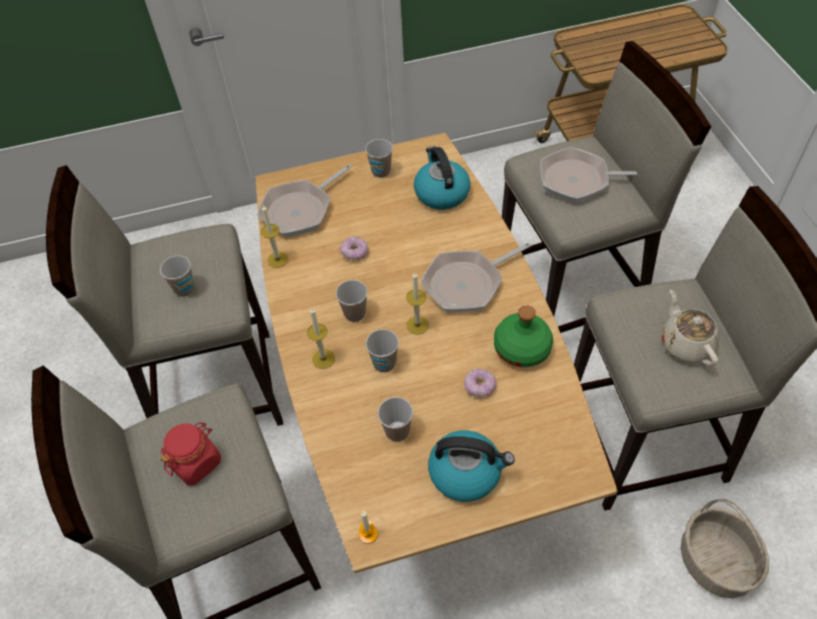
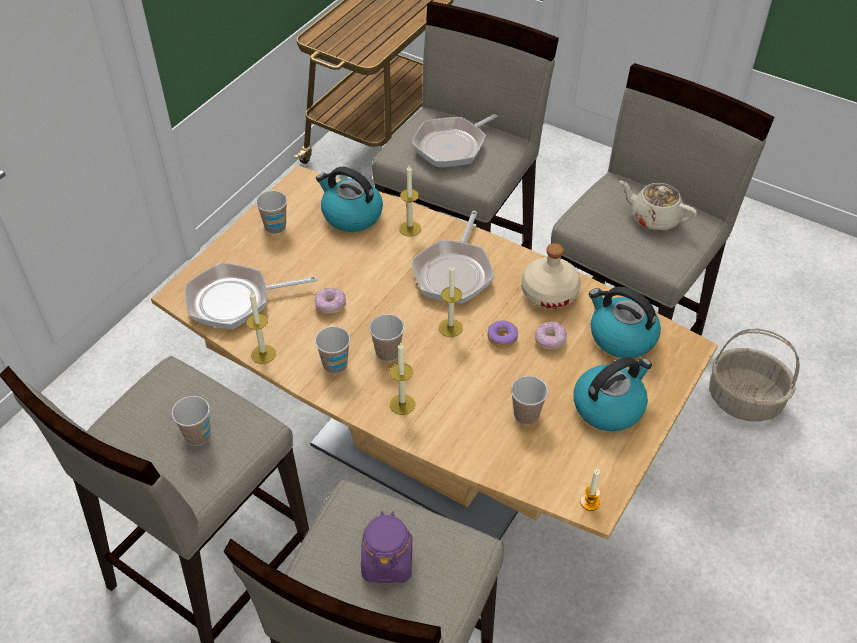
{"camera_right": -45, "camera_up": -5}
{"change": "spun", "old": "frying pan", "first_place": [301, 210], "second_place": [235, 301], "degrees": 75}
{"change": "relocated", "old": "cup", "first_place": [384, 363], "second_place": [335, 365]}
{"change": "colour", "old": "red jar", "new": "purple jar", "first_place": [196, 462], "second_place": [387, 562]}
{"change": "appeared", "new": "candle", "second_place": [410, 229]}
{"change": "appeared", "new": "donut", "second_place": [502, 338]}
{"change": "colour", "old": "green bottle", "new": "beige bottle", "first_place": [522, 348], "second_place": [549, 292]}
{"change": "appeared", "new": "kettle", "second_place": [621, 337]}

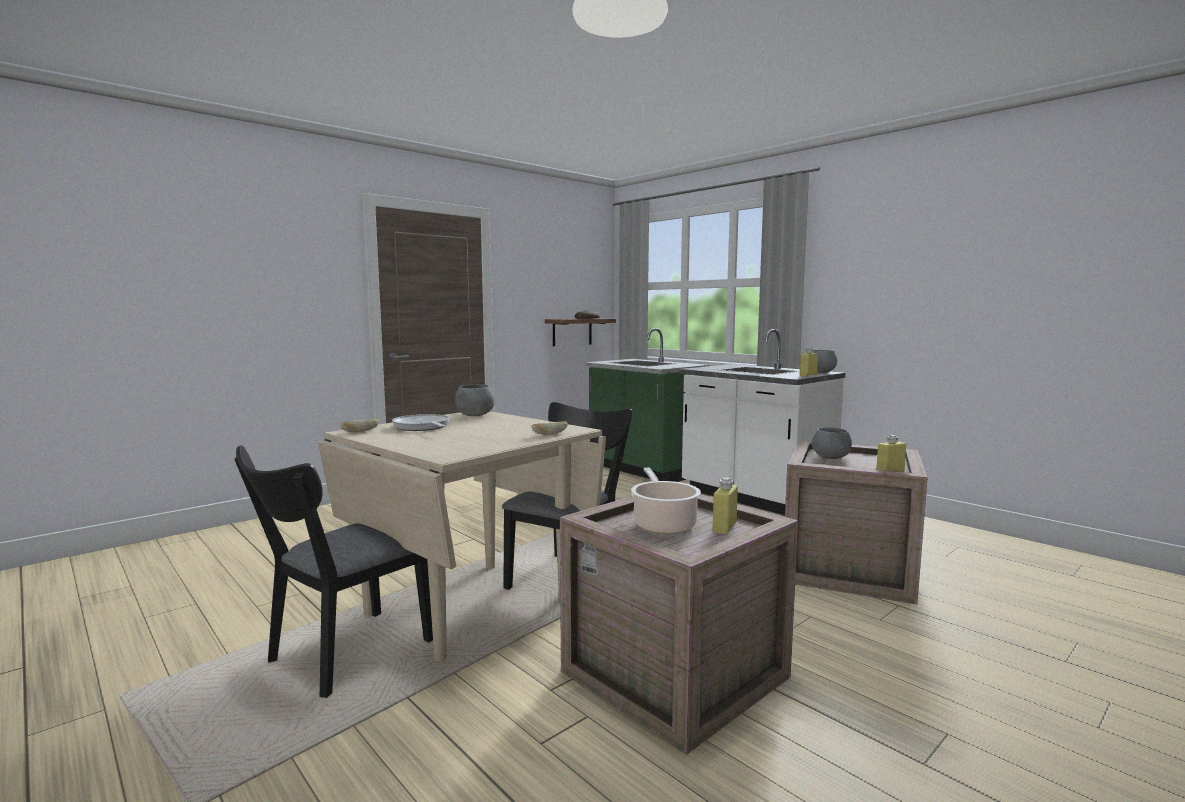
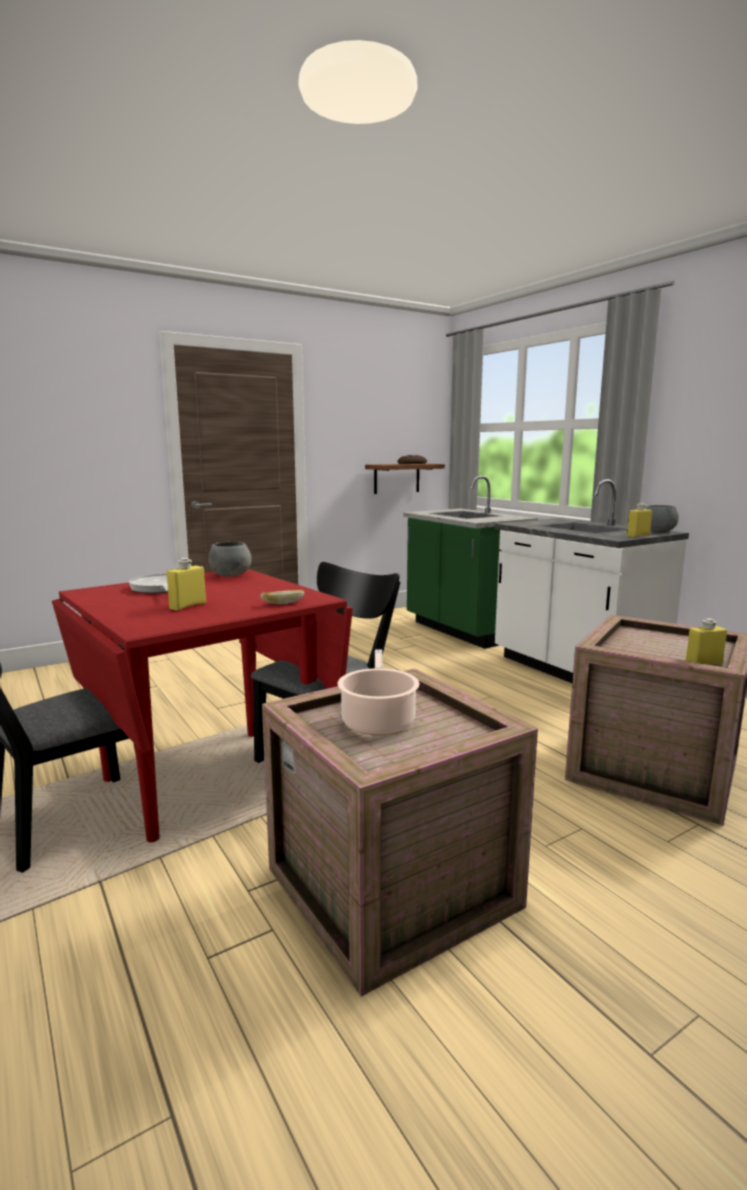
{"camera_right": 10, "camera_up": 5}
{"change": "colour", "old": "beige dining table", "new": "red dining table", "first_place": [470, 607], "second_place": [211, 780]}
{"change": "relocated", "old": "yellow bottle", "first_place": [724, 527], "second_place": [188, 606]}
{"change": "missing", "old": "bread", "first_place": [359, 431]}
{"change": "missing", "old": "grey bowl", "first_place": [831, 457]}

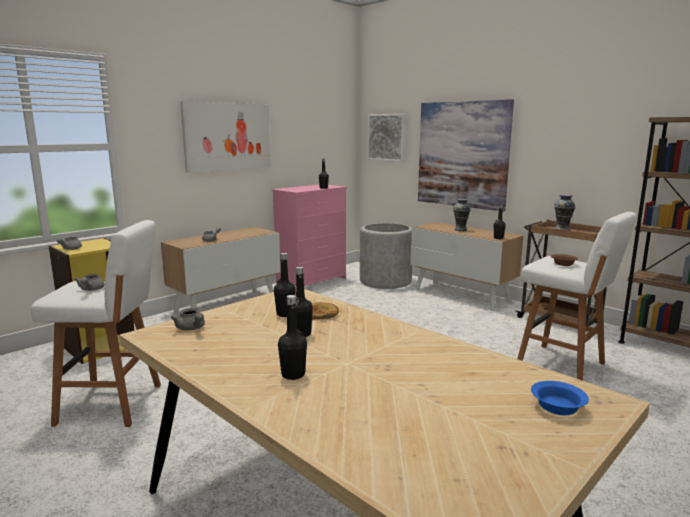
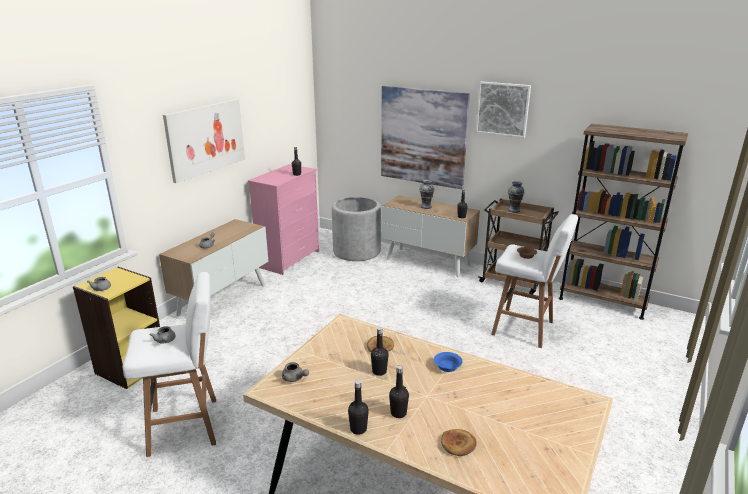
{"camera_right": -15, "camera_up": 10}
{"change": "relocated", "old": "black bottle", "first_place": [285, 314], "second_place": [358, 429]}
{"change": "relocated", "old": "blue bowl", "first_place": [556, 407], "second_place": [447, 367]}
{"change": "appeared", "new": "bread", "second_place": [458, 444]}
{"change": "relocated", "old": "picture", "first_place": [386, 137], "second_place": [502, 109]}

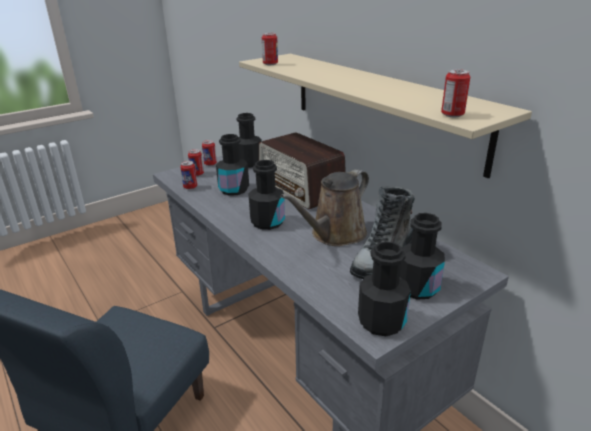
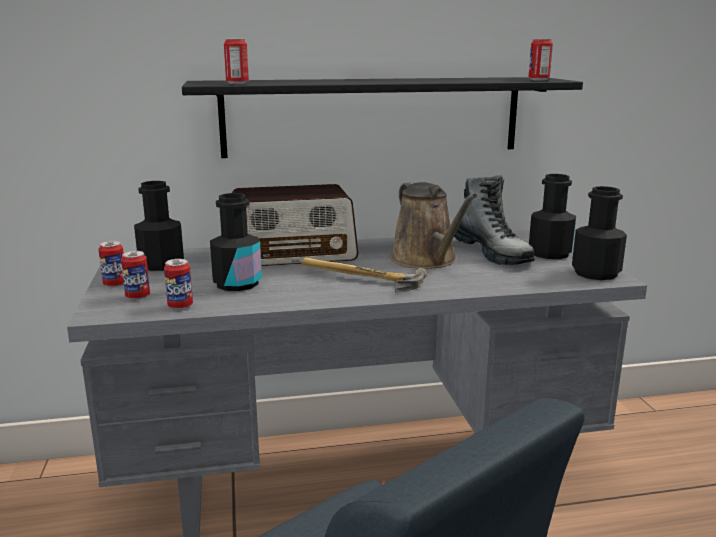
{"camera_right": -65, "camera_up": -10}
{"change": "colour", "old": "beige shelf", "new": "black shelf", "first_place": [381, 107], "second_place": [373, 116]}
{"change": "exchanged", "old": "black bottle", "new": "hammer", "first_place": [267, 222], "second_place": [360, 281]}

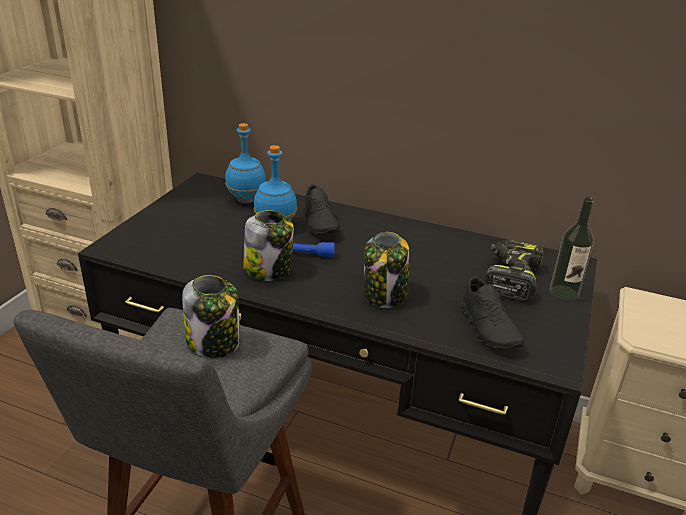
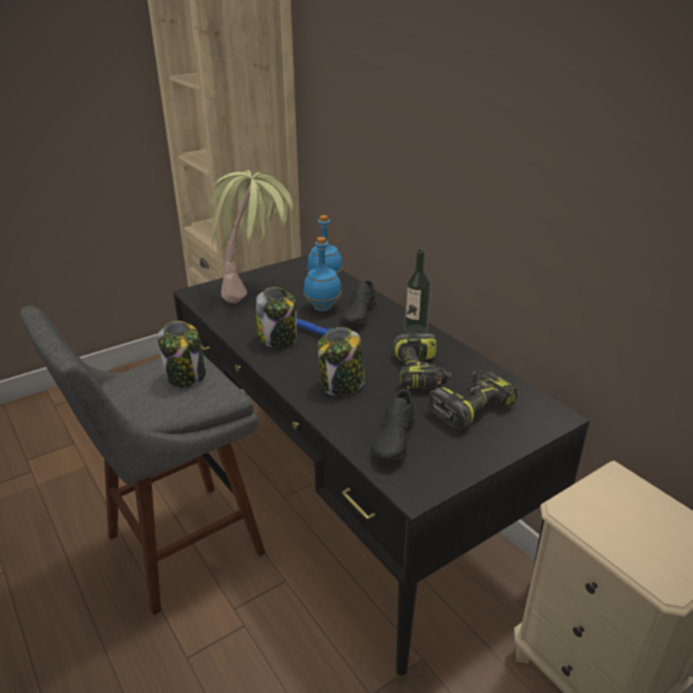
{"camera_right": 35, "camera_up": 0}
{"change": "appeared", "new": "potted plant", "second_place": [256, 291]}
{"change": "appeared", "new": "power drill", "second_place": [420, 373]}
{"change": "relocated", "old": "bottle", "first_place": [564, 293], "second_place": [415, 330]}

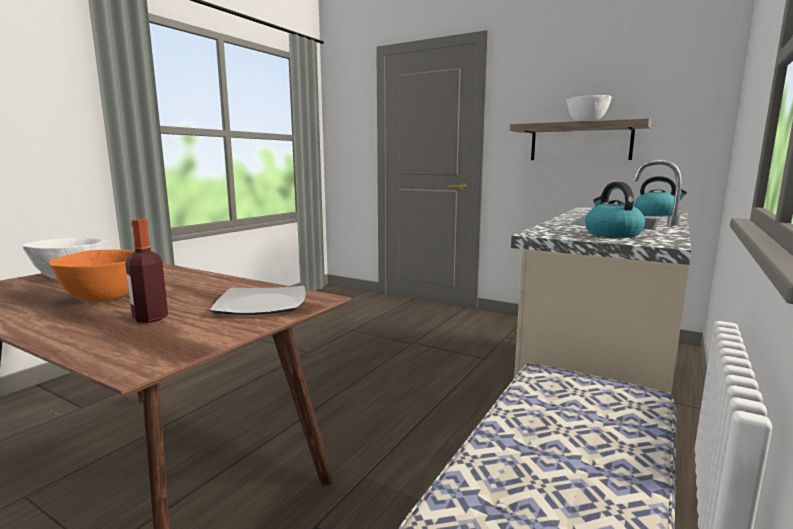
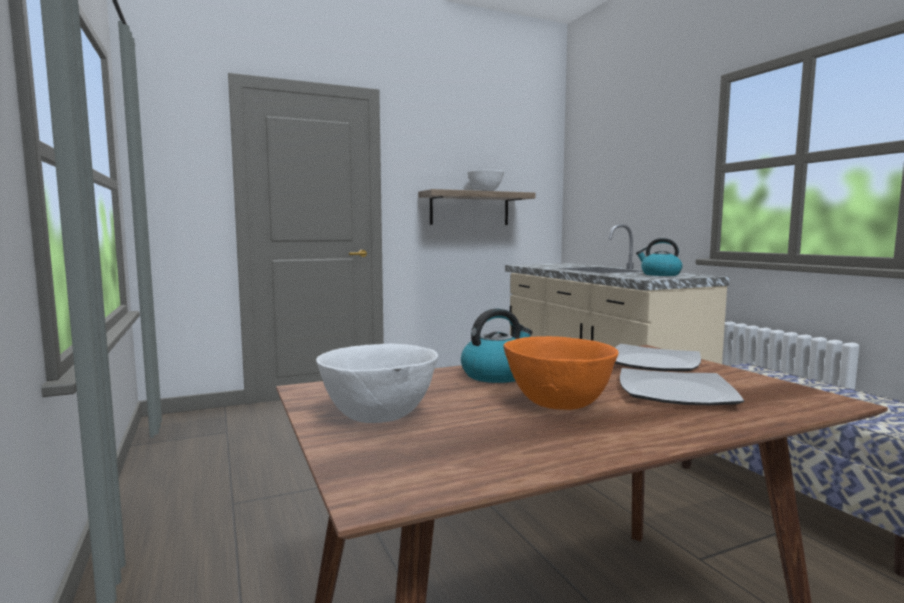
{"camera_right": -55, "camera_up": -5}
{"change": "relocated", "old": "kettle", "first_place": [656, 214], "second_place": [496, 375]}
{"change": "exchanged", "old": "bottle", "new": "plate", "first_place": [150, 318], "second_place": [676, 392]}

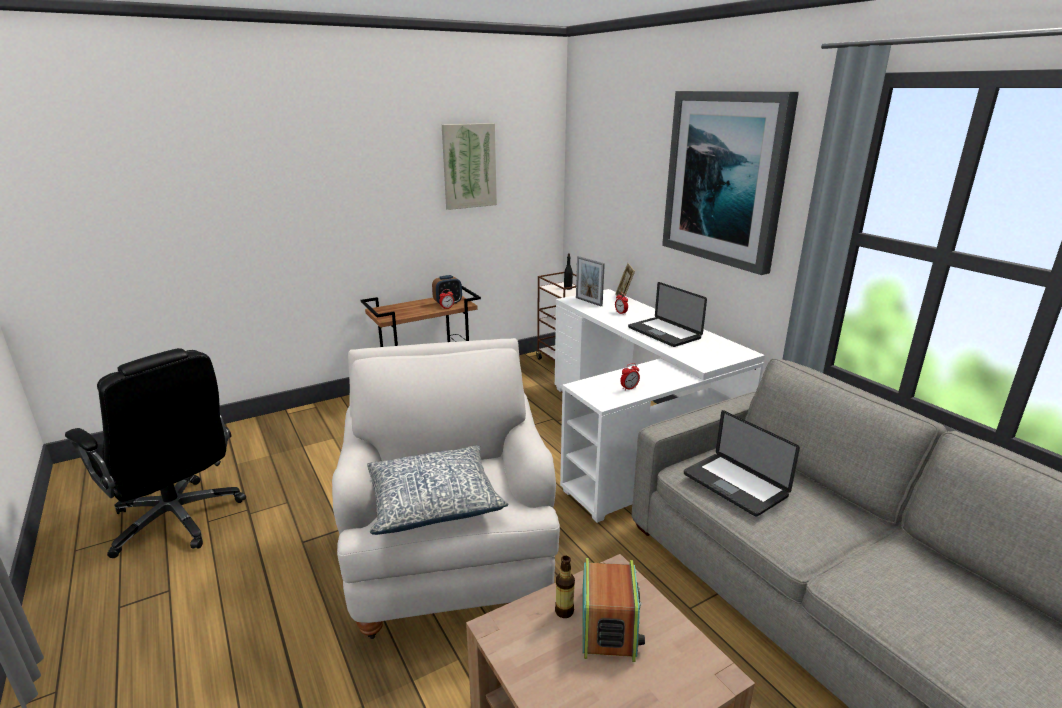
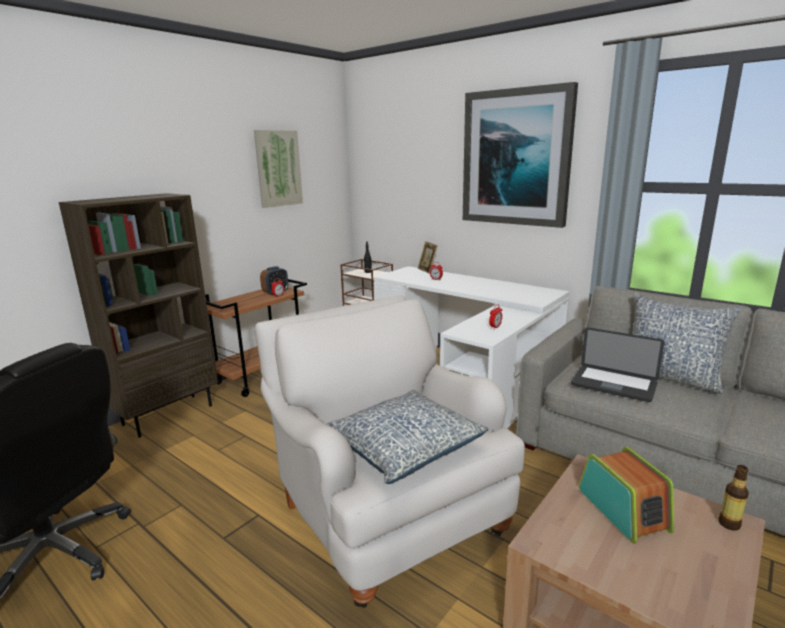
{"camera_right": -20, "camera_up": -5}
{"change": "appeared", "new": "brown bookcase", "second_place": [168, 414]}
{"change": "appeared", "new": "pillow", "second_place": [669, 377]}
{"change": "relocated", "old": "bottle", "first_place": [564, 611], "second_place": [729, 524]}
{"change": "missing", "old": "picture frame", "first_place": [588, 301]}
{"change": "missing", "old": "laptop", "first_place": [664, 333]}

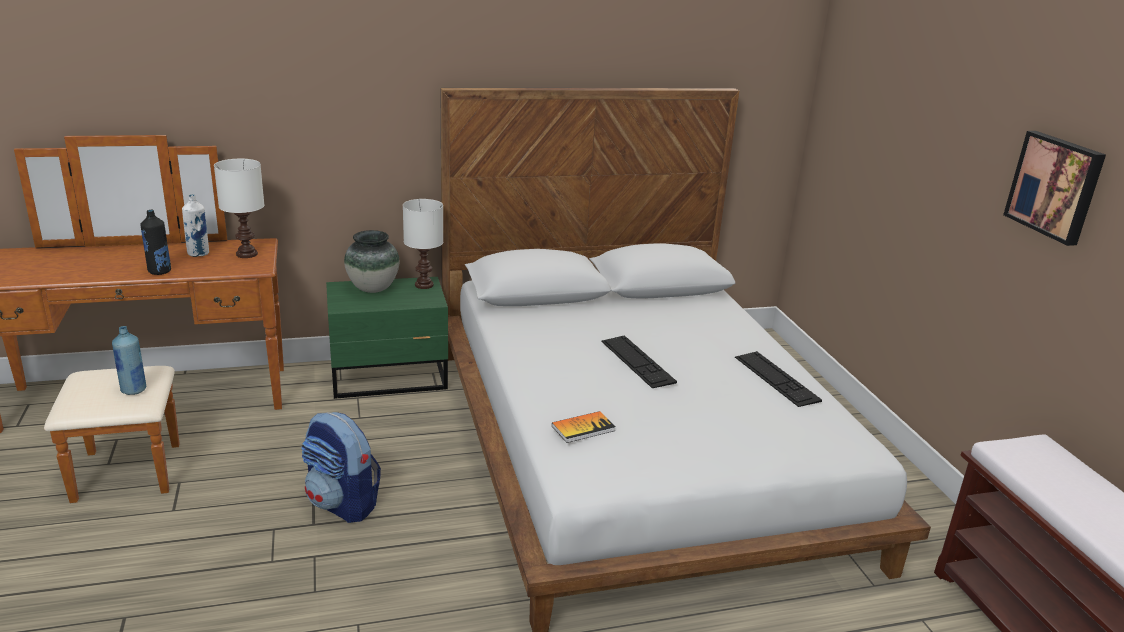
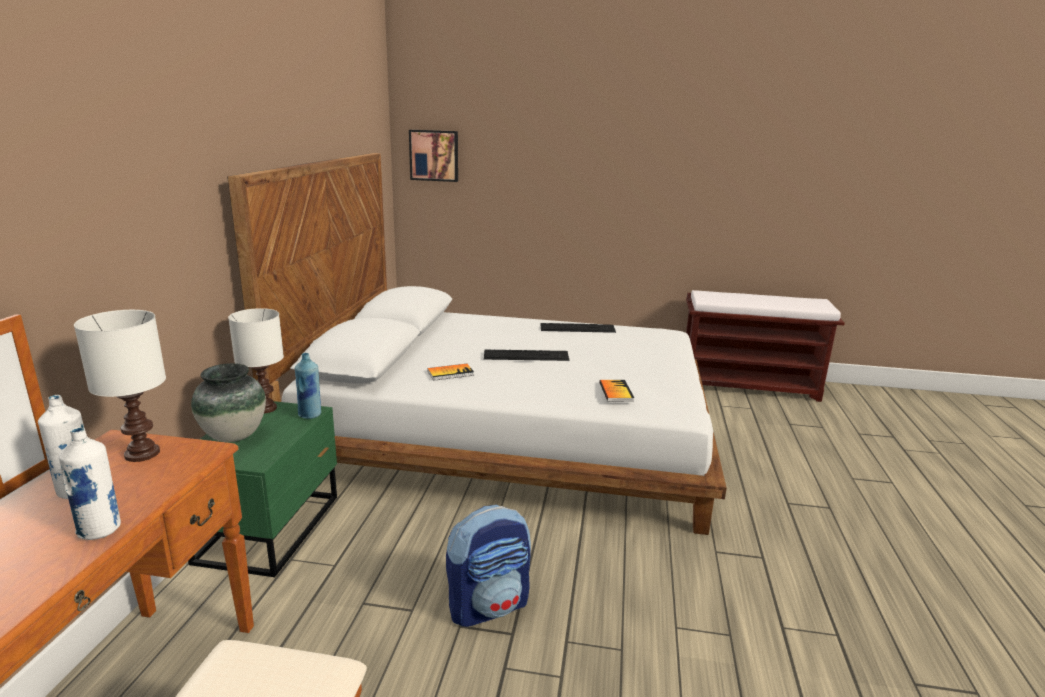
{"camera_right": -65, "camera_up": -5}
{"change": "colour", "old": "black bottle", "new": "white bottle", "first_place": [159, 271], "second_place": [100, 530]}
{"change": "relocated", "old": "blue bottle", "first_place": [133, 390], "second_place": [310, 415]}
{"change": "relocated", "old": "picture", "first_place": [1056, 186], "second_place": [434, 155]}
{"change": "appeared", "new": "book", "second_place": [450, 373]}

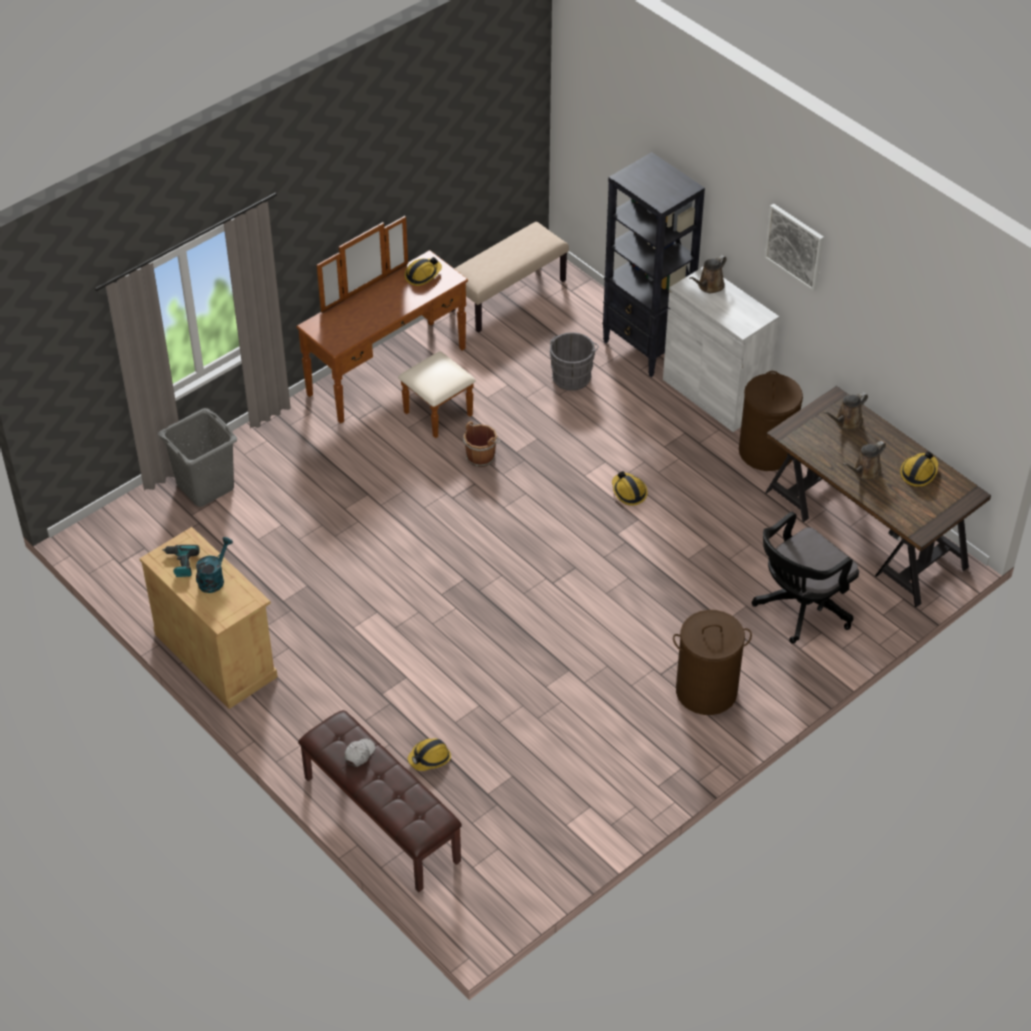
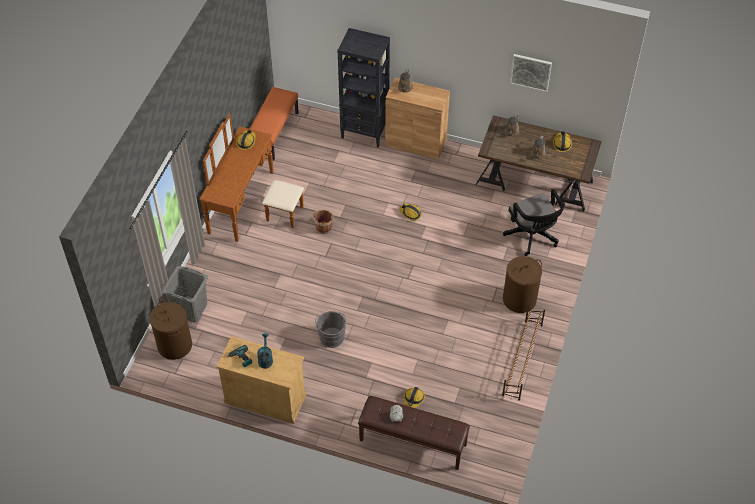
{"camera_right": -30, "camera_up": 5}
{"change": "relocated", "old": "brown laundry basket", "first_place": [766, 451], "second_place": [174, 345]}
{"change": "colour", "old": "beige bench", "new": "orange bench", "first_place": [507, 295], "second_place": [274, 133]}
{"change": "relocated", "old": "grey bucket", "first_place": [572, 376], "second_place": [331, 336]}
{"change": "colour", "old": "white cabinet", "new": "brown cabinet", "first_place": [715, 394], "second_place": [416, 143]}
{"change": "appeared", "new": "brown shoe rack", "second_place": [522, 360]}
{"change": "spun", "old": "black office chair", "first_place": [799, 608], "second_place": [532, 237], "degrees": -45}
{"change": "relocated", "old": "picture", "first_place": [795, 246], "second_place": [530, 72]}

